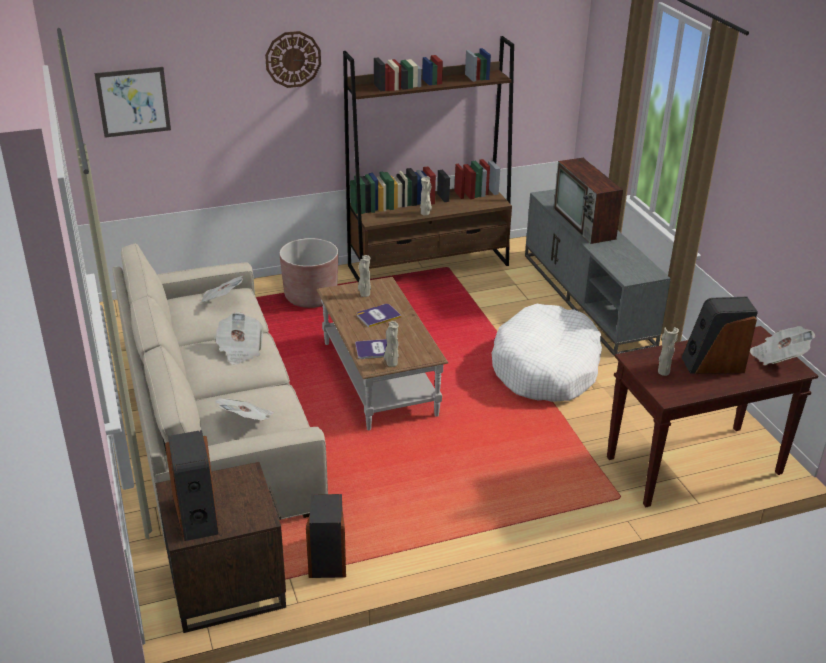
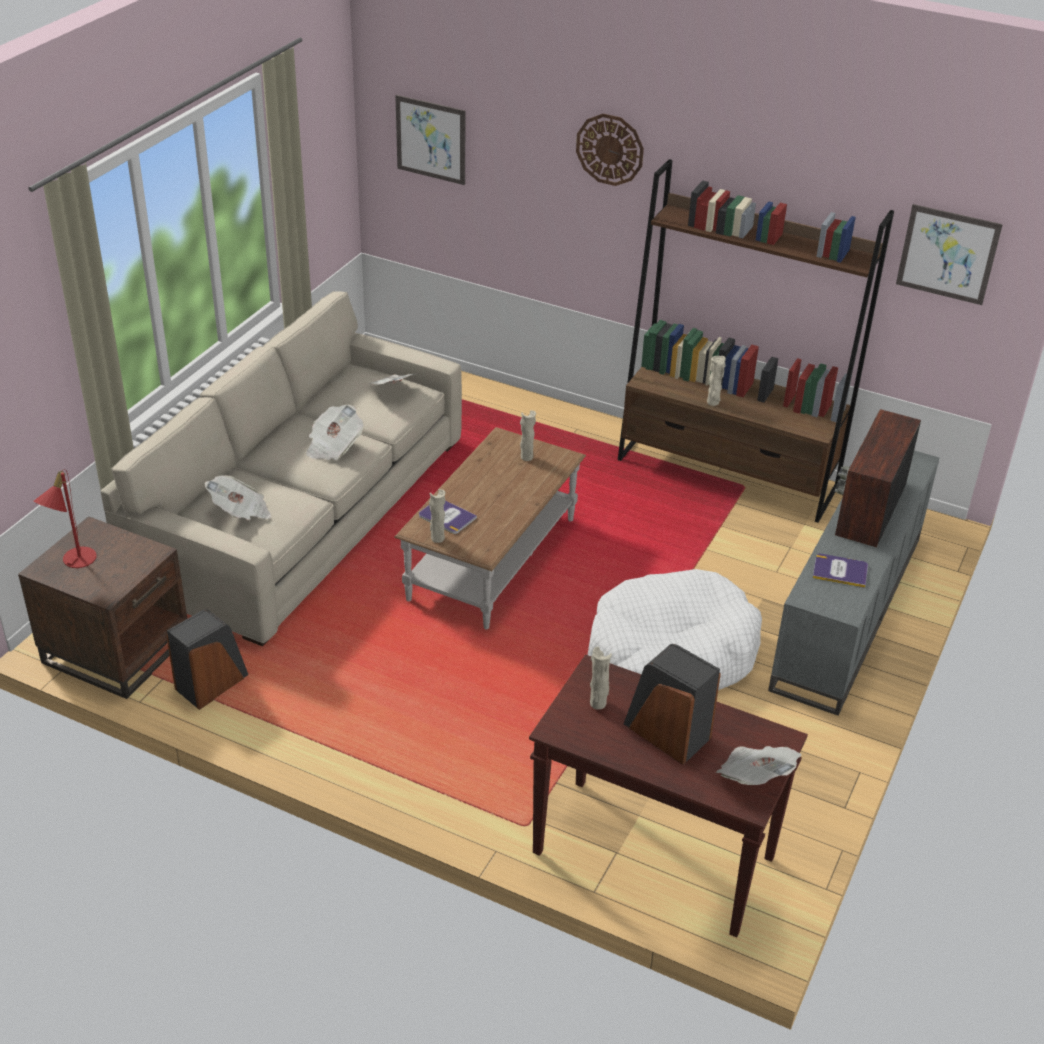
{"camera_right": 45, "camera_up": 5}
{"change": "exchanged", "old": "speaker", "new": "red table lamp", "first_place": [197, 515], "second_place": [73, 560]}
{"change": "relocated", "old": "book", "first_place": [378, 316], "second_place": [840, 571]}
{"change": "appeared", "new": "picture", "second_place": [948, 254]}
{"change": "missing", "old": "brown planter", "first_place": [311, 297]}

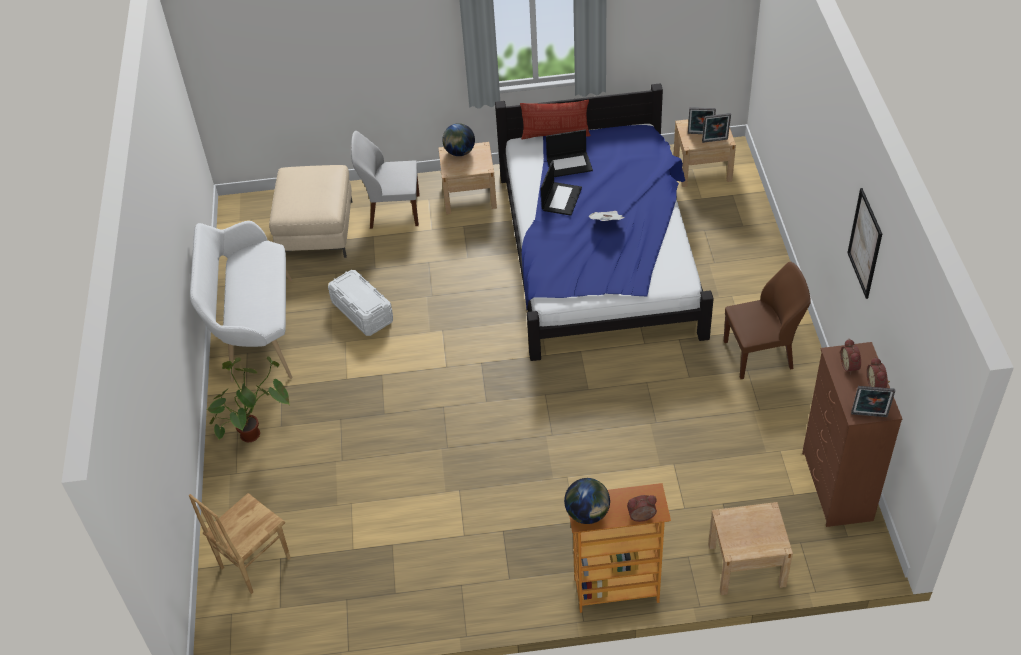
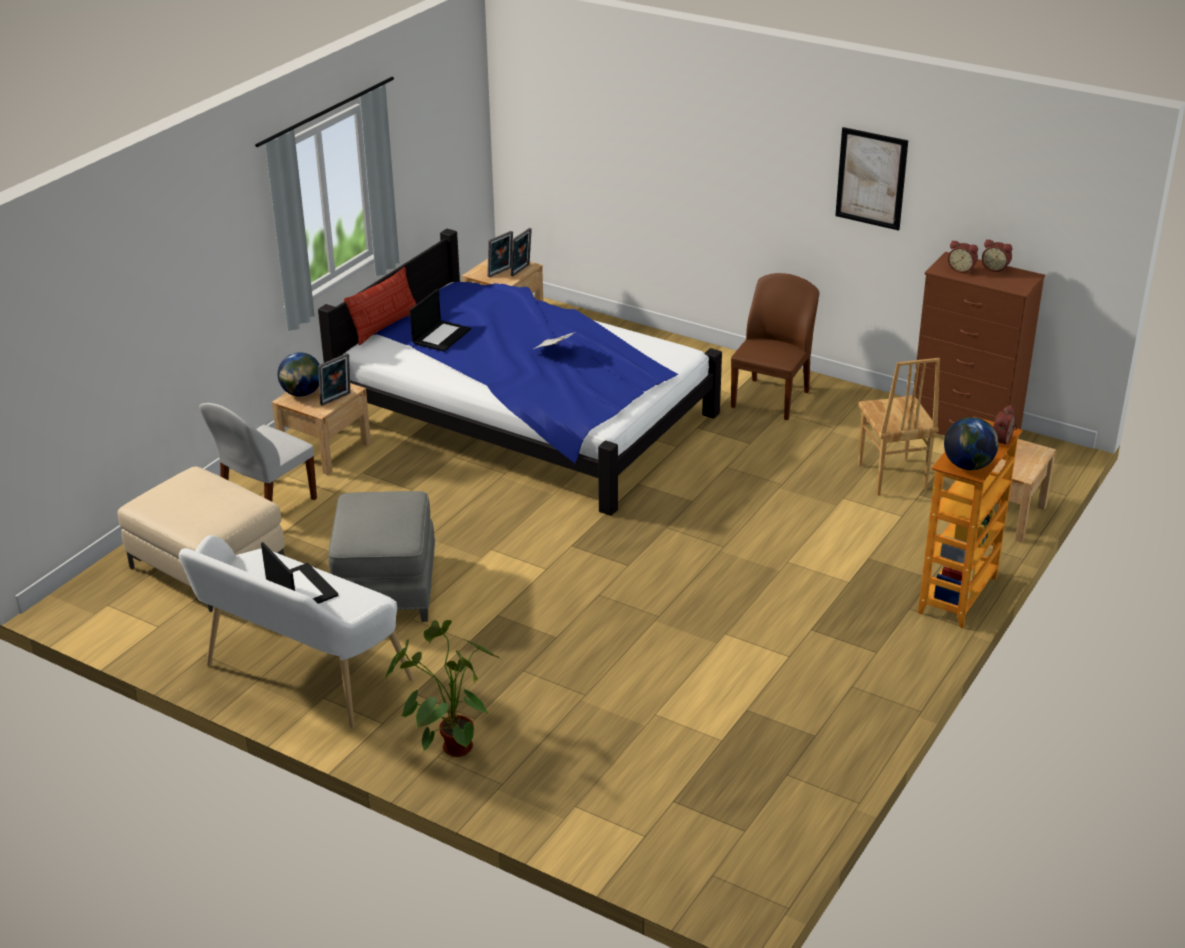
{"camera_right": -55, "camera_up": -15}
{"change": "relocated", "old": "laptop", "first_place": [561, 198], "second_place": [300, 588]}
{"change": "relocated", "old": "picture frame", "first_place": [869, 416], "second_place": [336, 399]}
{"change": "exchanged", "old": "white storage box", "new": "grey ottoman", "first_place": [362, 311], "second_place": [385, 588]}
{"change": "relocated", "old": "brown chair", "first_place": [254, 563], "second_place": [891, 477]}

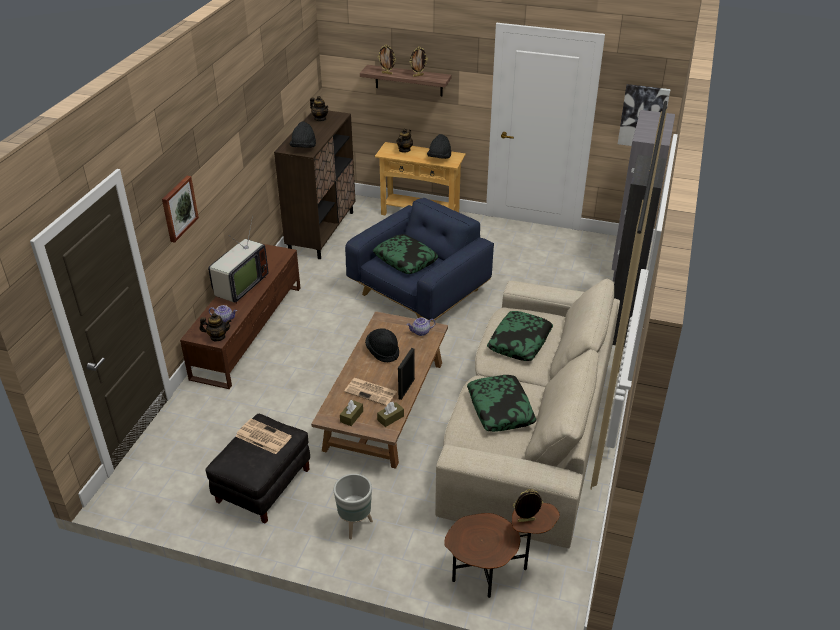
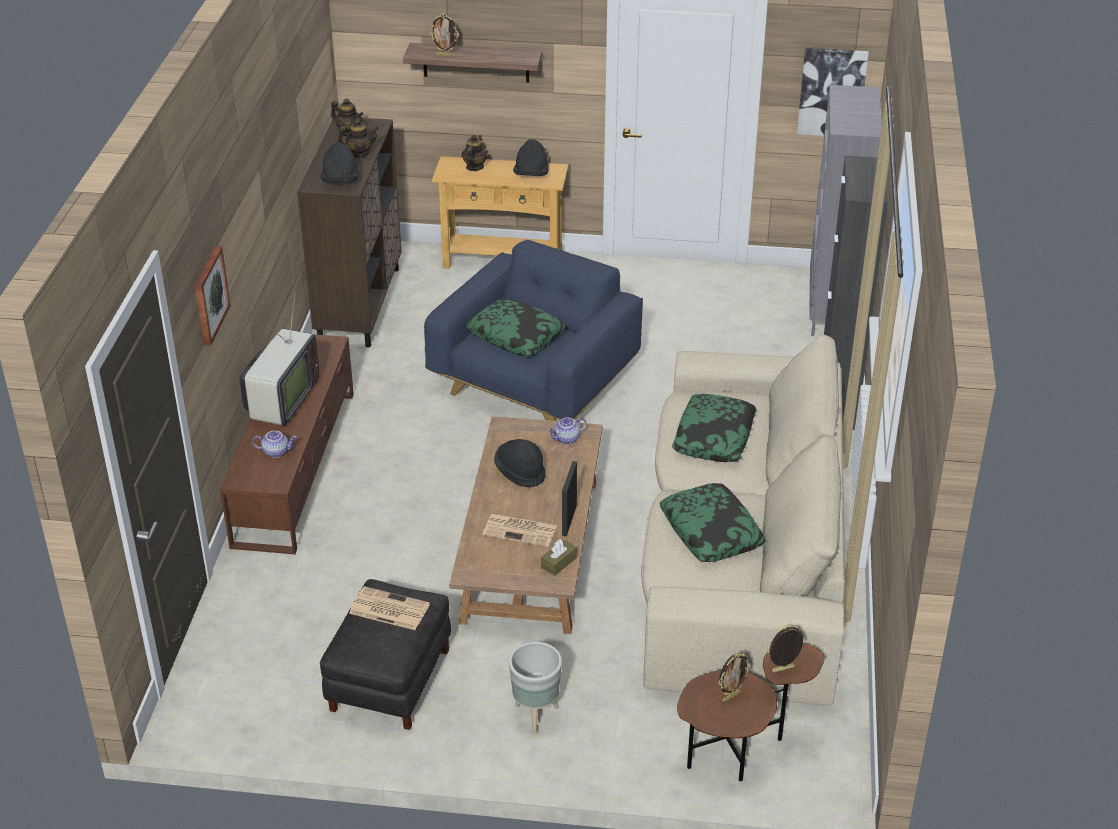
{"camera_right": -10, "camera_up": 0}
{"change": "relocated", "old": "teapot", "first_place": [217, 337], "second_place": [359, 153]}
{"change": "relocated", "old": "picture frame", "first_place": [418, 75], "second_place": [731, 696]}
{"change": "missing", "old": "brown tissue box", "first_place": [351, 416]}

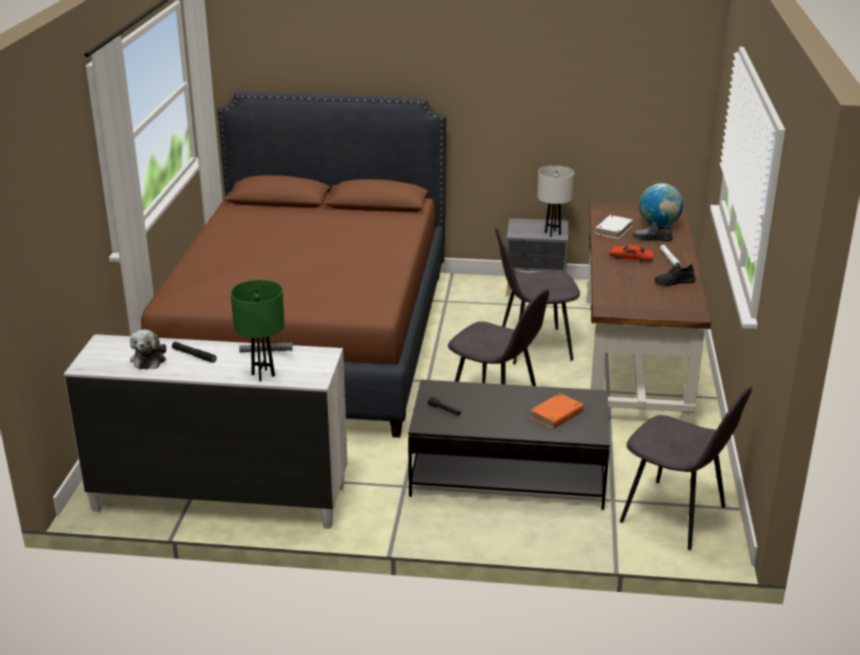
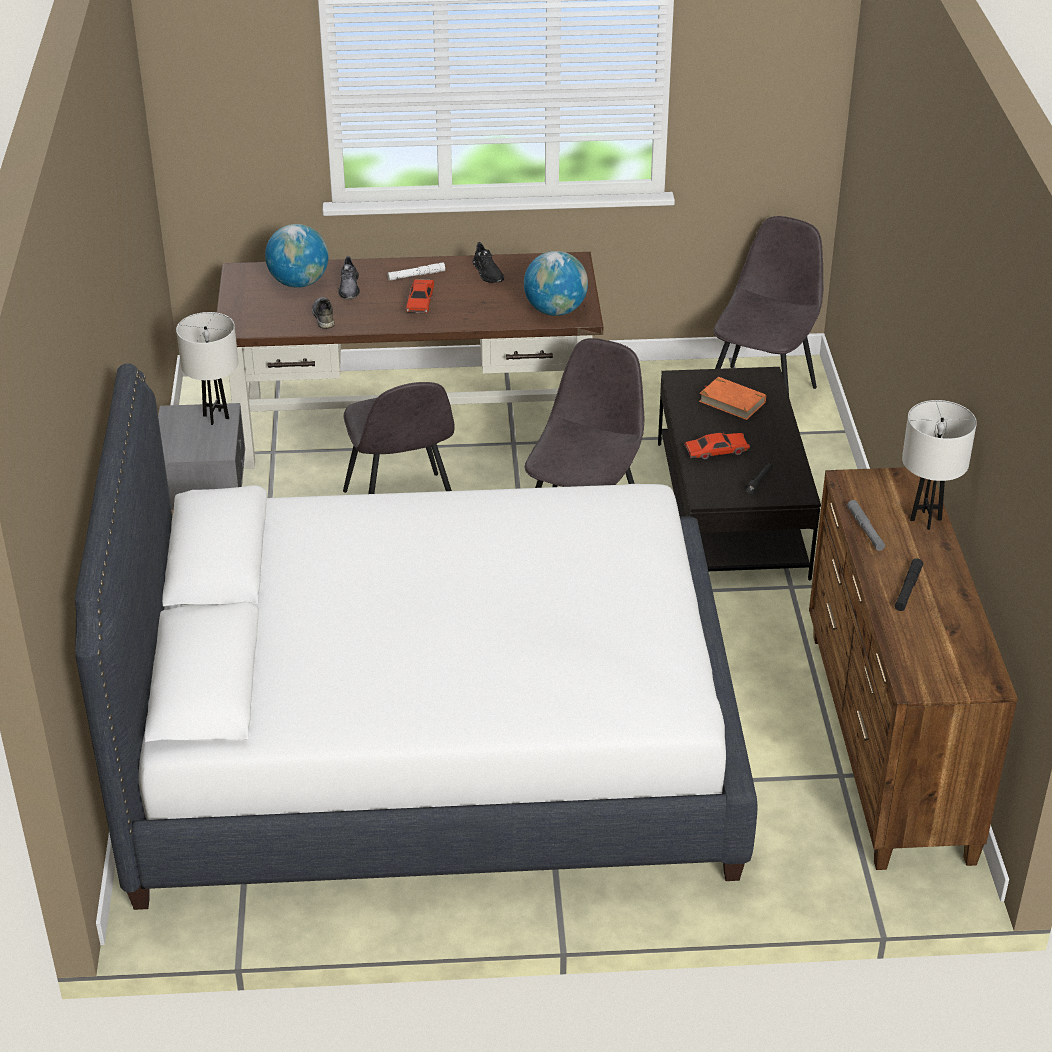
{"camera_right": -100, "camera_up": 10}
{"change": "colour", "old": "brown bed", "new": "white bed", "first_place": [308, 340], "second_place": [430, 743]}
{"change": "exchanged", "old": "white book", "new": "grey shoe", "first_place": [613, 230], "second_place": [323, 317]}
{"change": "appeared", "new": "globe", "second_place": [555, 310]}
{"change": "appeared", "new": "red toy car", "second_place": [716, 451]}
{"change": "colour", "old": "white dresser", "new": "brown dresser", "first_place": [219, 497], "second_place": [887, 745]}
{"change": "colour", "old": "green table lamp", "new": "white table lamp", "first_place": [263, 375], "second_place": [926, 519]}
{"change": "missing", "old": "plush toy", "first_place": [149, 359]}

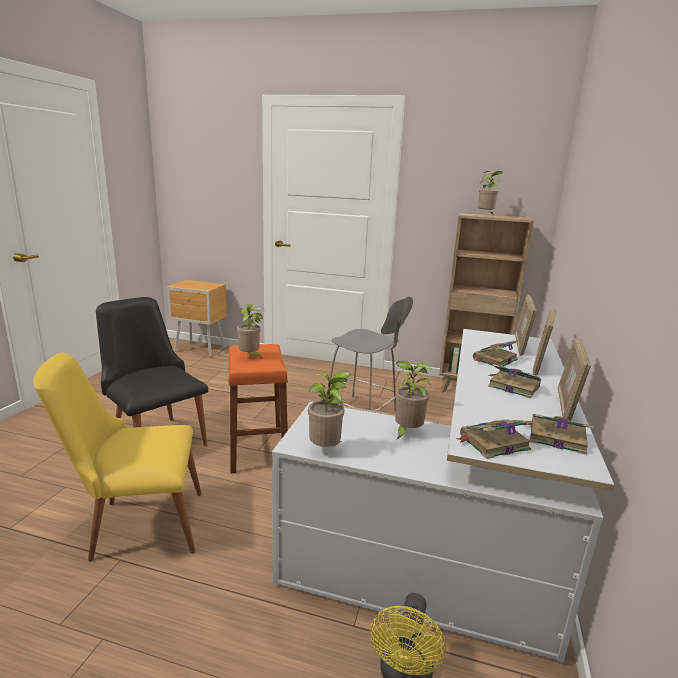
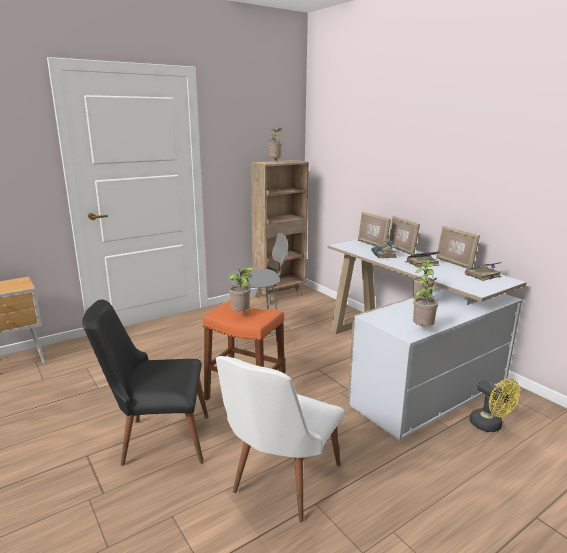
{"camera_right": -50, "camera_up": 0}
{"change": "colour", "old": "yellow chair", "new": "white chair", "first_place": [136, 525], "second_place": [279, 484]}
{"change": "missing", "old": "book", "first_place": [492, 443]}

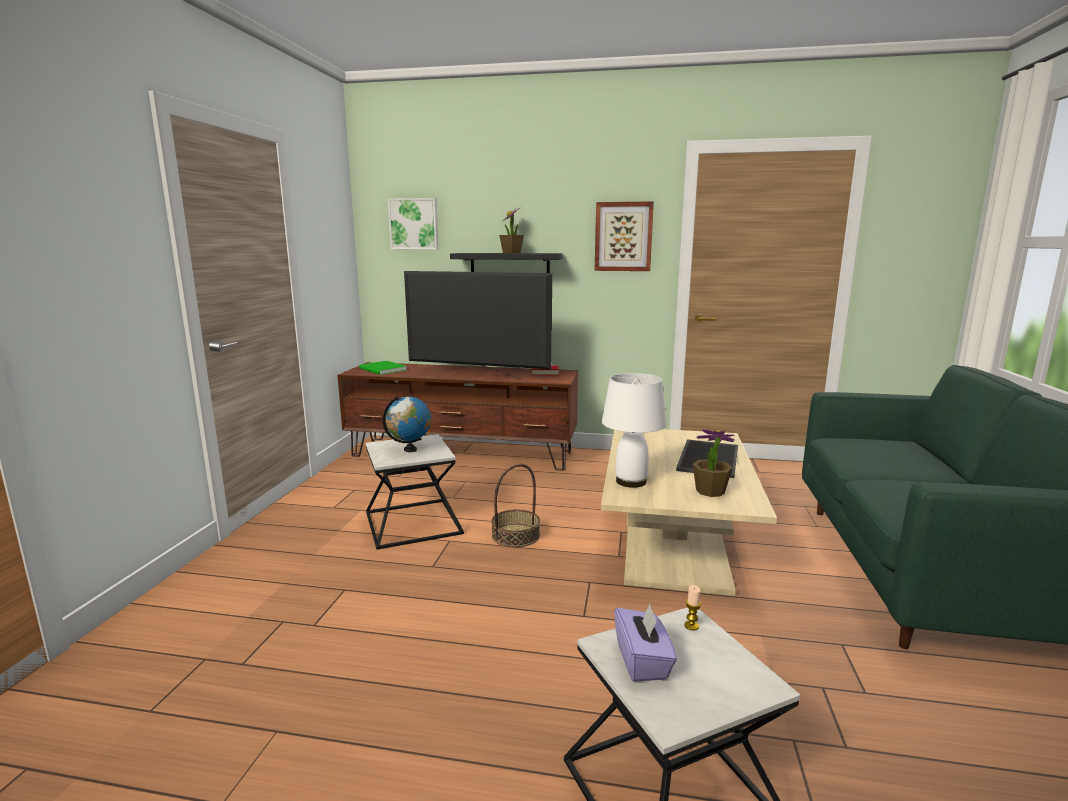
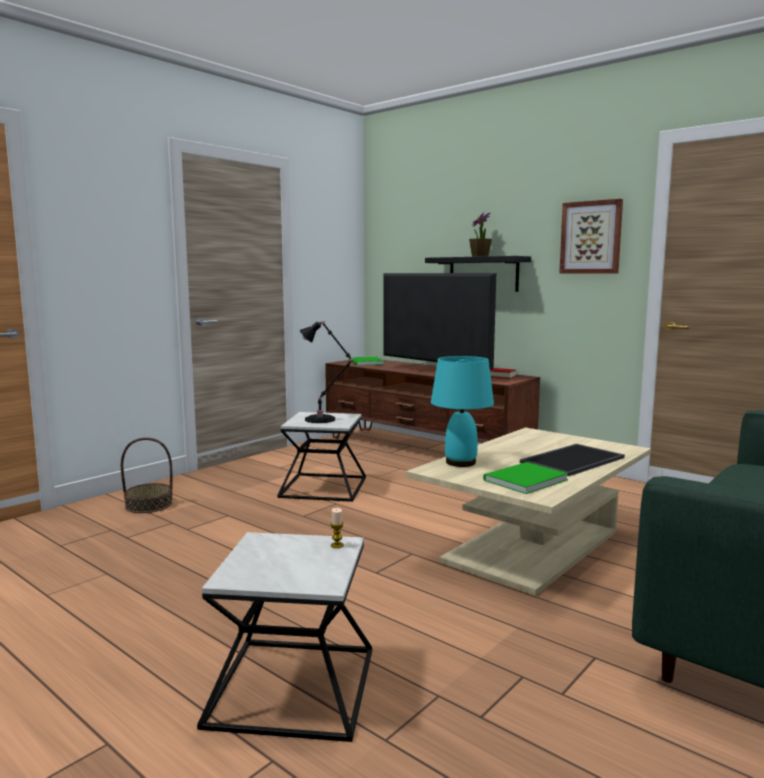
{"camera_right": 30, "camera_up": -5}
{"change": "relocated", "old": "basket", "first_place": [515, 535], "second_place": [148, 505]}
{"change": "exchanged", "old": "globe", "new": "black table lamp", "first_place": [410, 449], "second_place": [322, 419]}
{"change": "colour", "old": "white table lamp", "new": "turquoise table lamp", "first_place": [631, 481], "second_place": [461, 462]}
{"change": "exchanged", "old": "potted plant", "new": "green book", "first_place": [710, 491], "second_place": [522, 480]}
{"change": "missing", "old": "picture", "first_place": [414, 224]}
{"change": "missing", "old": "purple tissue box", "first_place": [642, 661]}

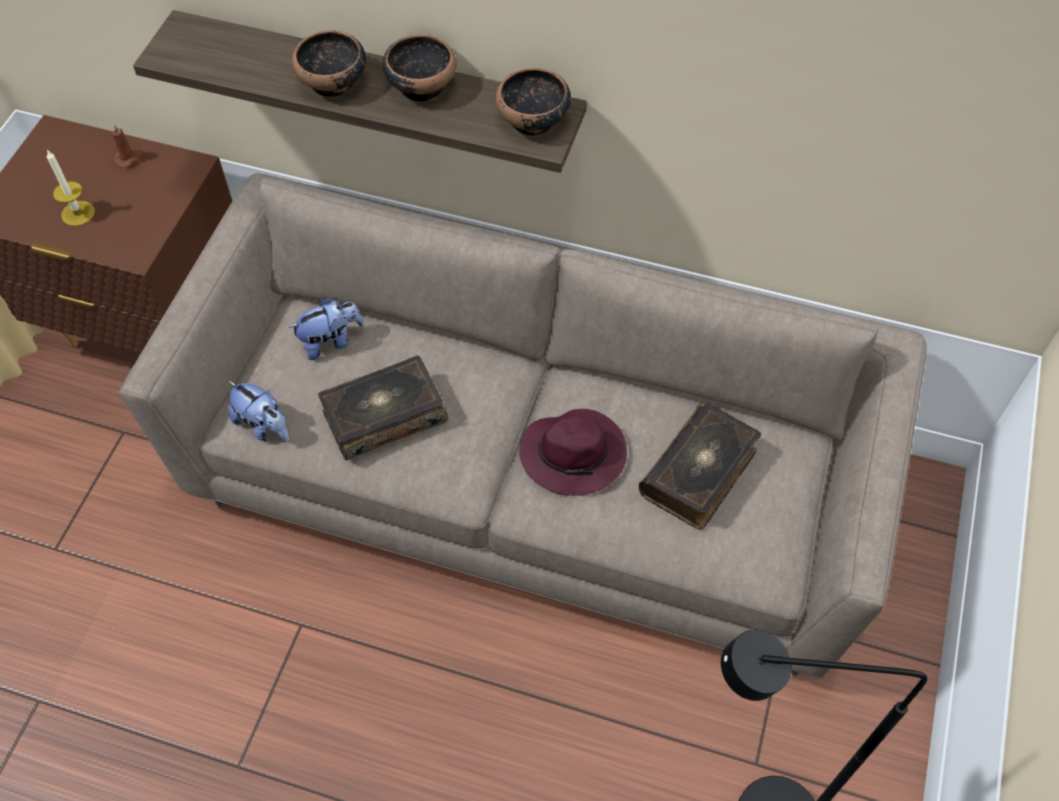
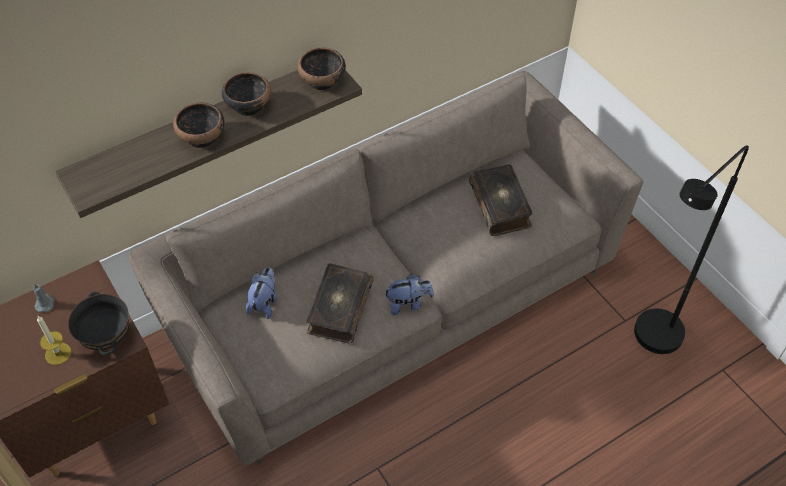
{"camera_right": -50, "camera_up": -5}
{"change": "colour", "old": "brown candle", "new": "grey candle", "first_place": [129, 158], "second_place": [45, 303]}
{"change": "appeared", "new": "black bowl", "second_place": [108, 338]}
{"change": "relocated", "old": "plush toy", "first_place": [264, 426], "second_place": [408, 304]}
{"change": "missing", "old": "purple hat", "first_place": [575, 454]}

